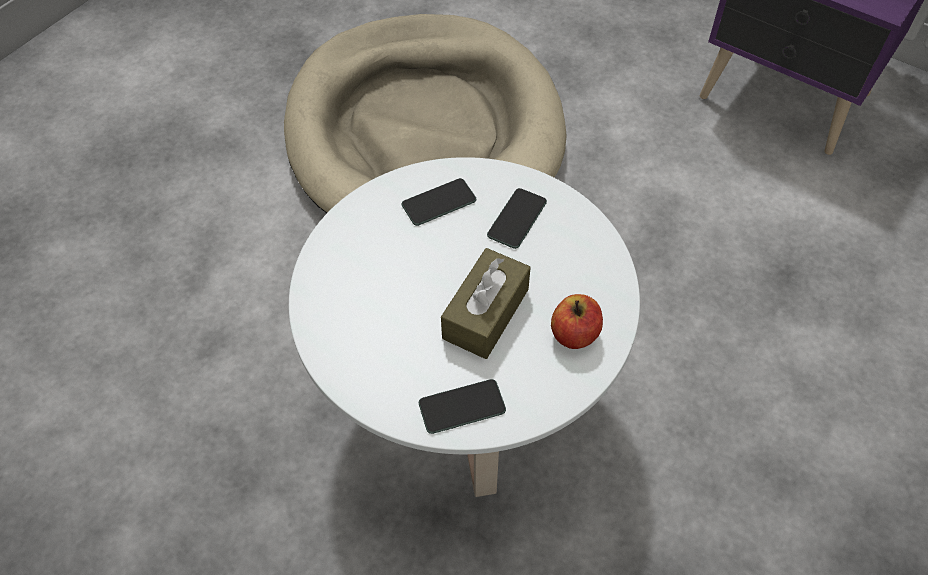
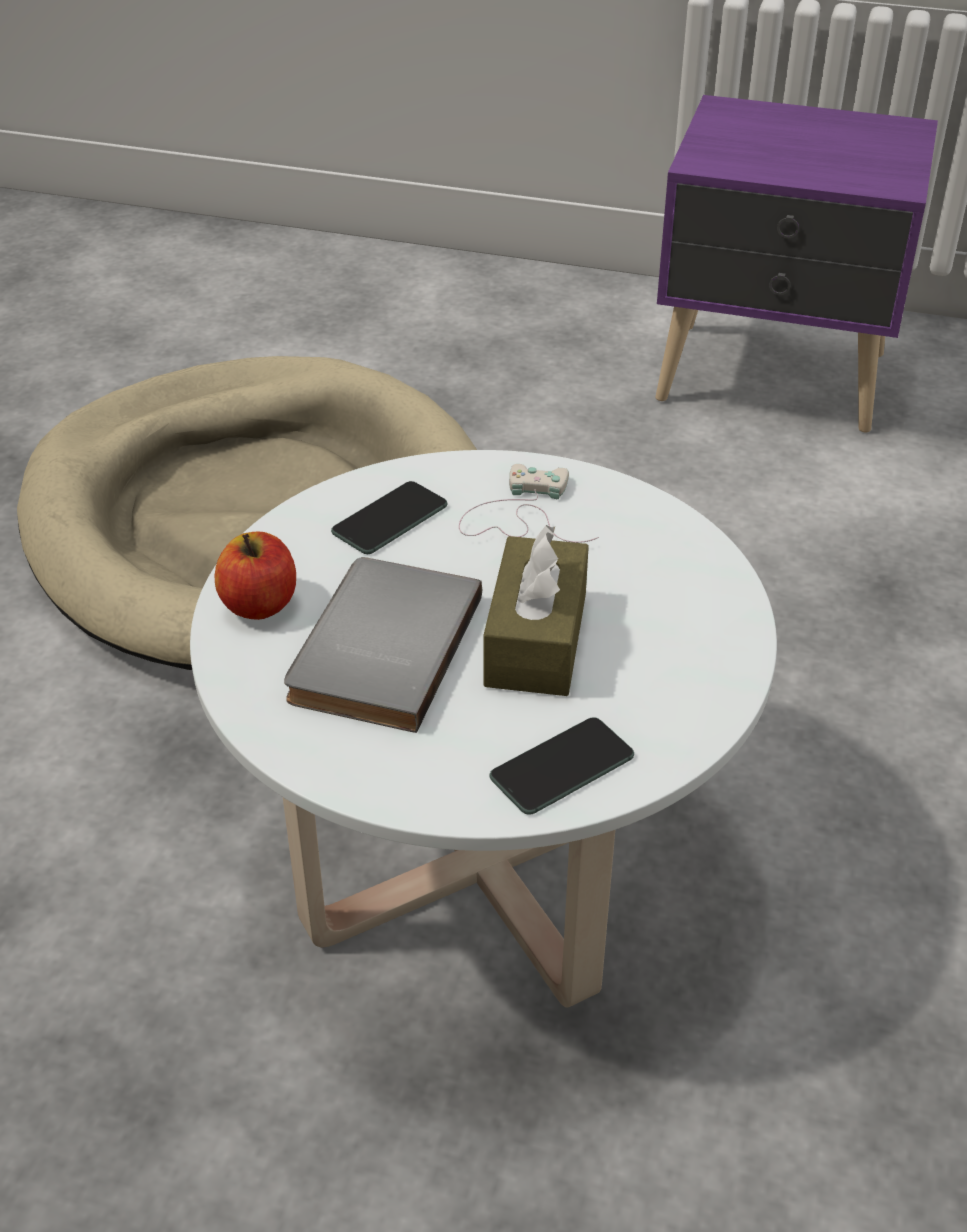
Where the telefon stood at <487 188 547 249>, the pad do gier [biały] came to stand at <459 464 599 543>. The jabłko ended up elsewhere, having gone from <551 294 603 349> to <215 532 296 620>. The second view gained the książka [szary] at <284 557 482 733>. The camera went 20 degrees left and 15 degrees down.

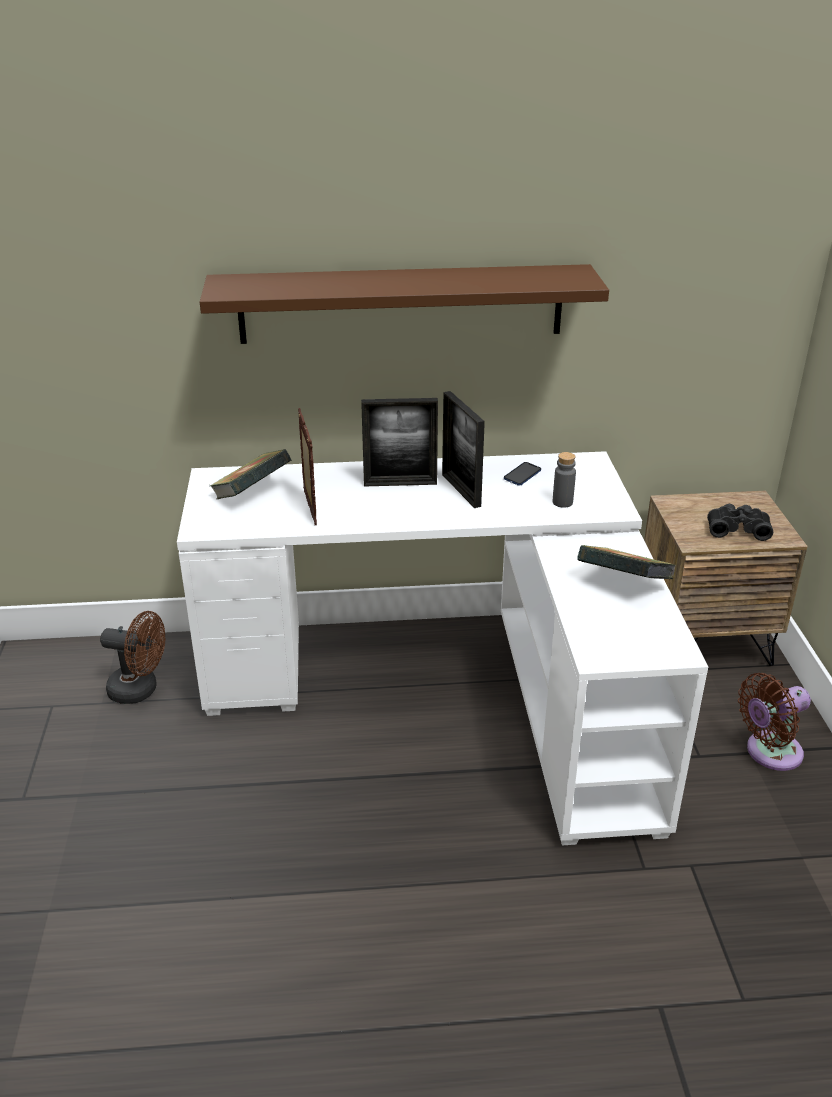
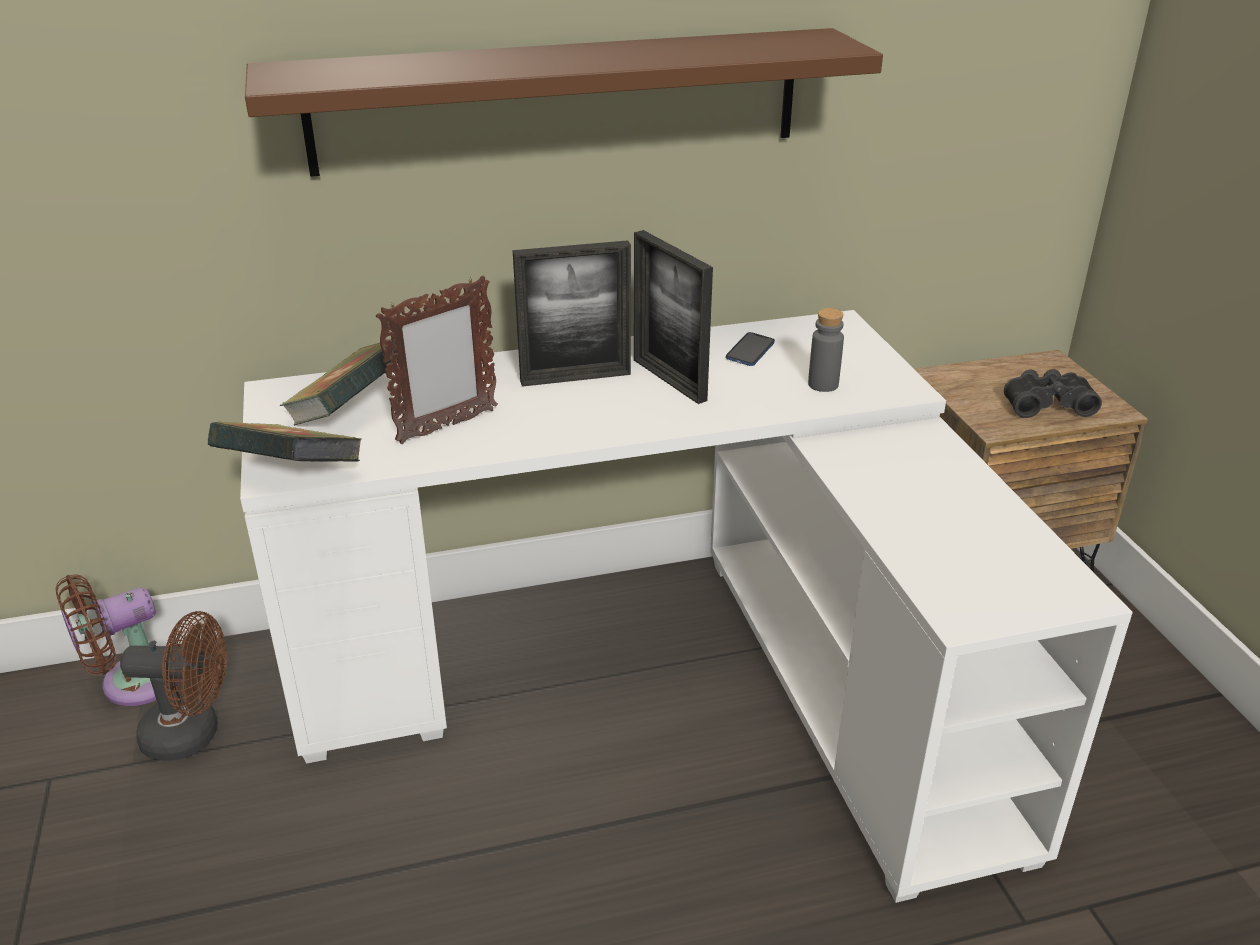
The ramka na zdjęcie at <298 408 317 525> ended up facing another way, 75 degrees clockwise from before. The książka ended up elsewhere, having gone from <577 545 676 579> to <208 421 362 462>. The wentylator [brązowy] ended up elsewhere, having gone from <738 673 811 771> to <55 574 180 706>. The camera went 10 degrees left and 0 degrees up.

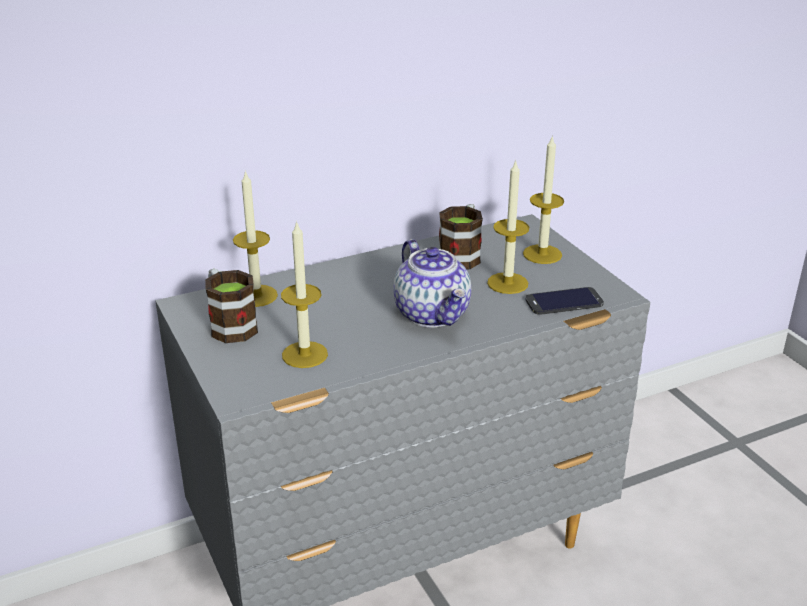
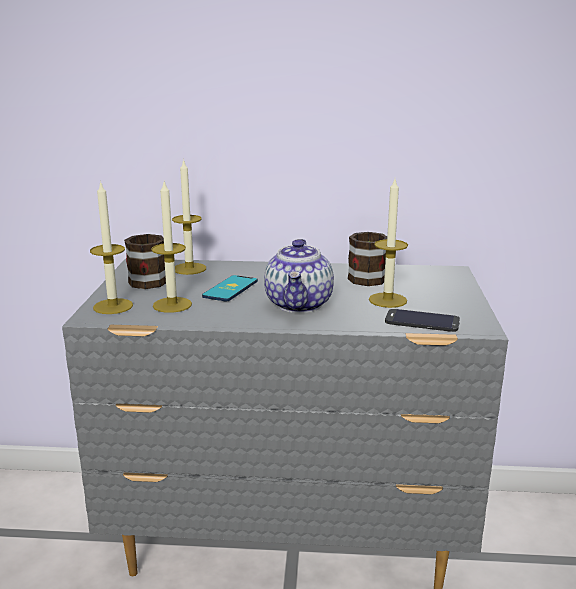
The świeca ended up elsewhere, having gone from <523 135 564 264> to <90 181 133 314>. The second view gained the telefon at <202 275 258 301>. The camera went 30 degrees right and 10 degrees down.

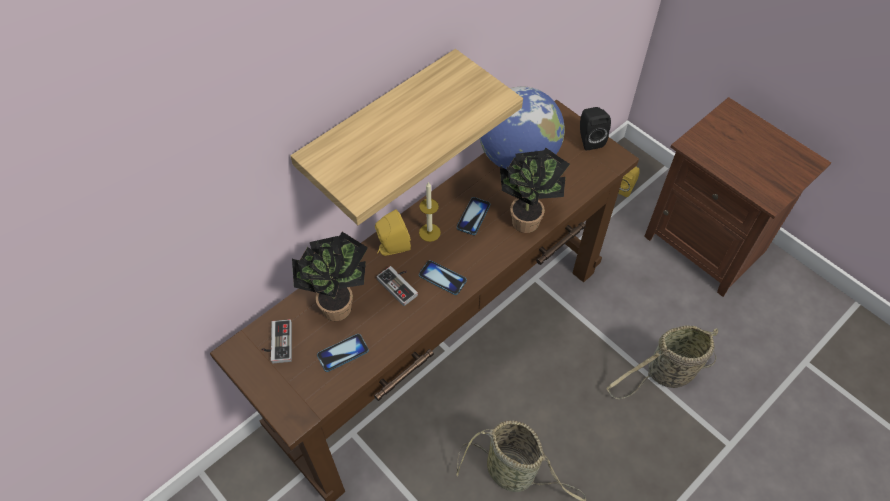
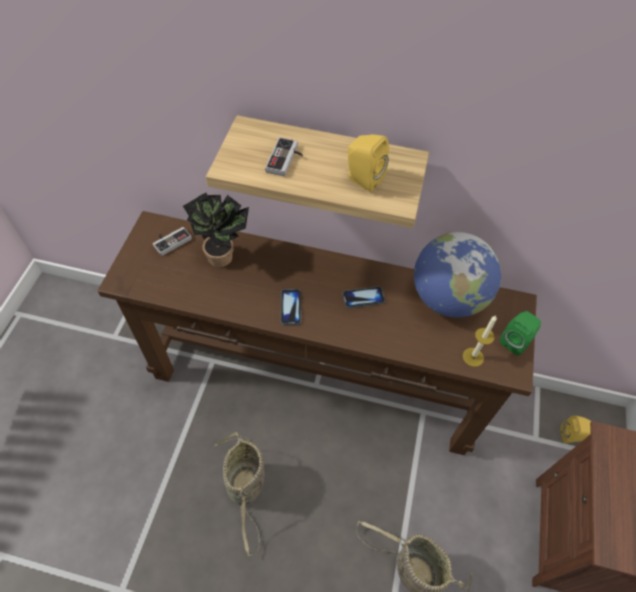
What was the głośnik [czarny] at <580 107 611 150> turned into the głośnik [zielony] at <500 311 541 355>. The second view lost the roślina doniczkowa at <500 148 570 233>. The świeca ended up elsewhere, having gone from <419 182 441 242> to <463 316 497 367>. The głośnik [żółty] ended up elsewhere, having gone from <375 209 411 256> to <346 134 389 192>. The pad do gier ended up elsewhere, having gone from <377 266 418 306> to <265 137 303 176>. The second view lost the telefon at <317 334 369 372>. The camera went 55 degrees right and 0 degrees up.

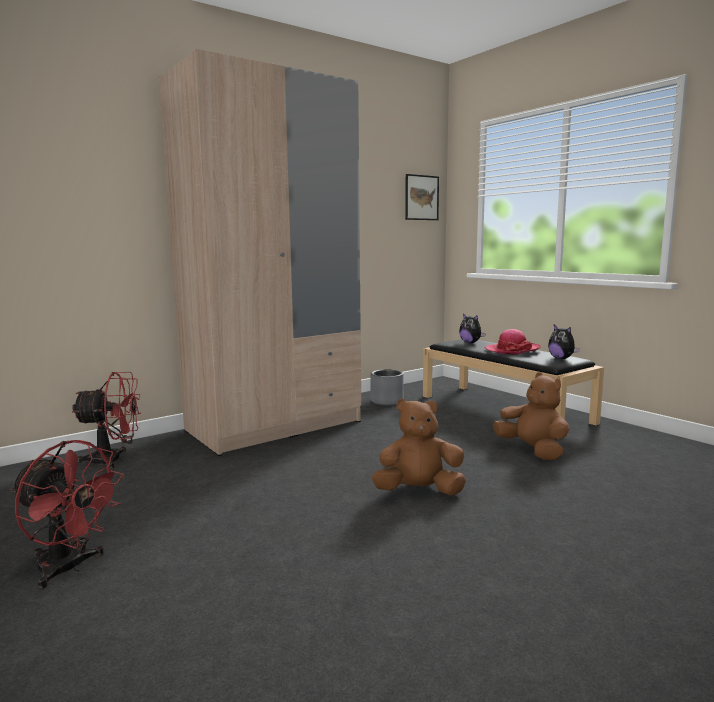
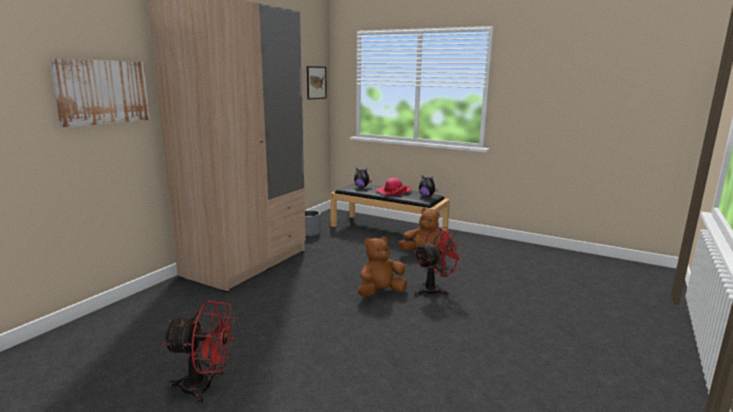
The wentylator [czerwony] ended up elsewhere, having gone from <72 372 141 469> to <414 227 465 296>. The second view gained the obraz at <49 59 150 127>. The camera went 25 degrees left and 5 degrees up.

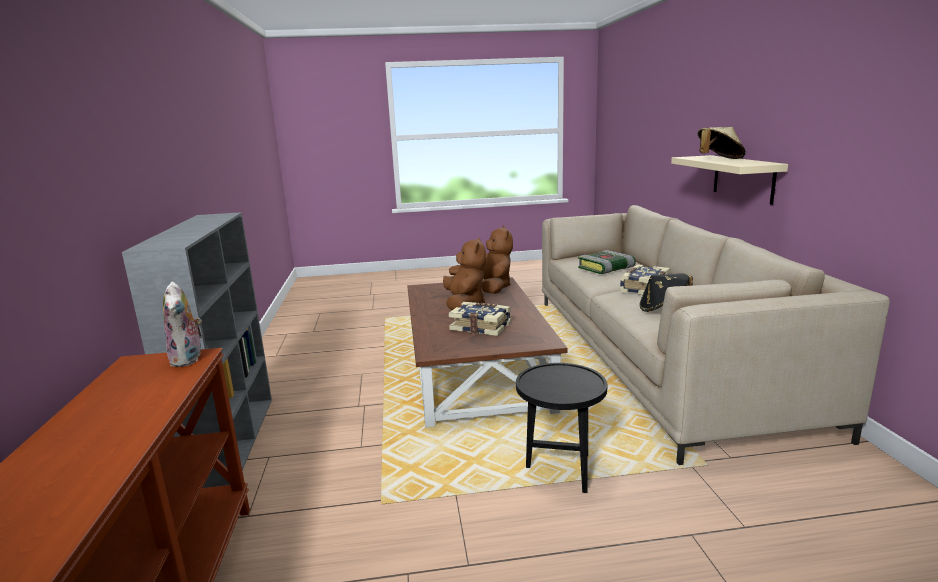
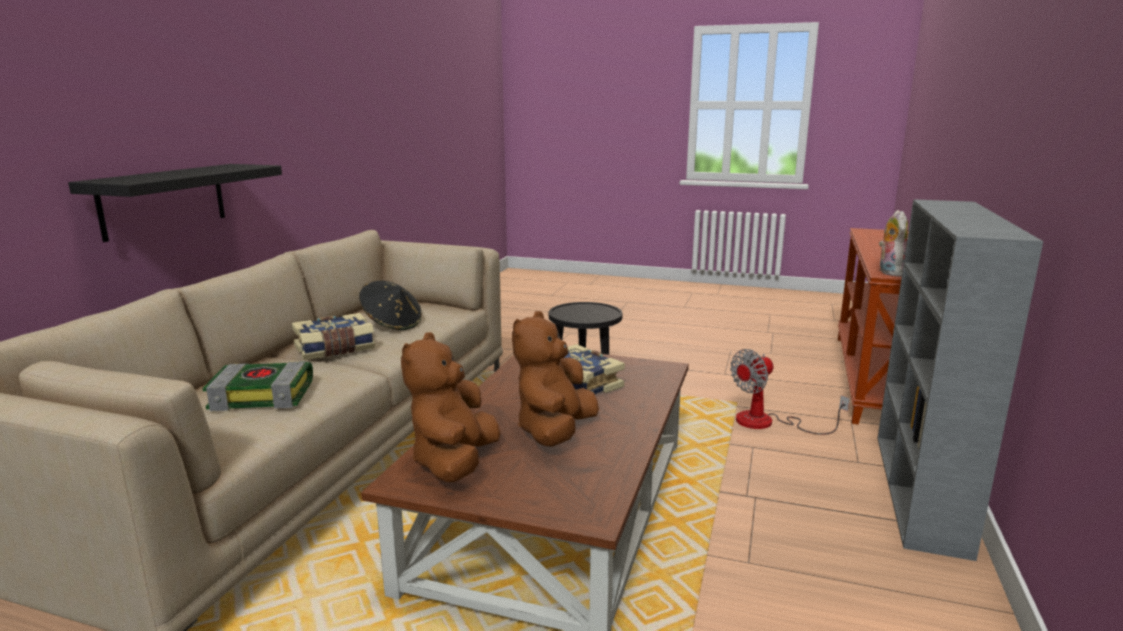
The second view lost the kapelusz [beżowy] at <698 127 746 159>. What was the półka [beżowy] at <671 155 788 205> turned into the półka [czarny] at <68 164 282 242>. The second view gained the wentylator at <730 349 850 435>. The camera went 155 degrees left and 0 degrees up.

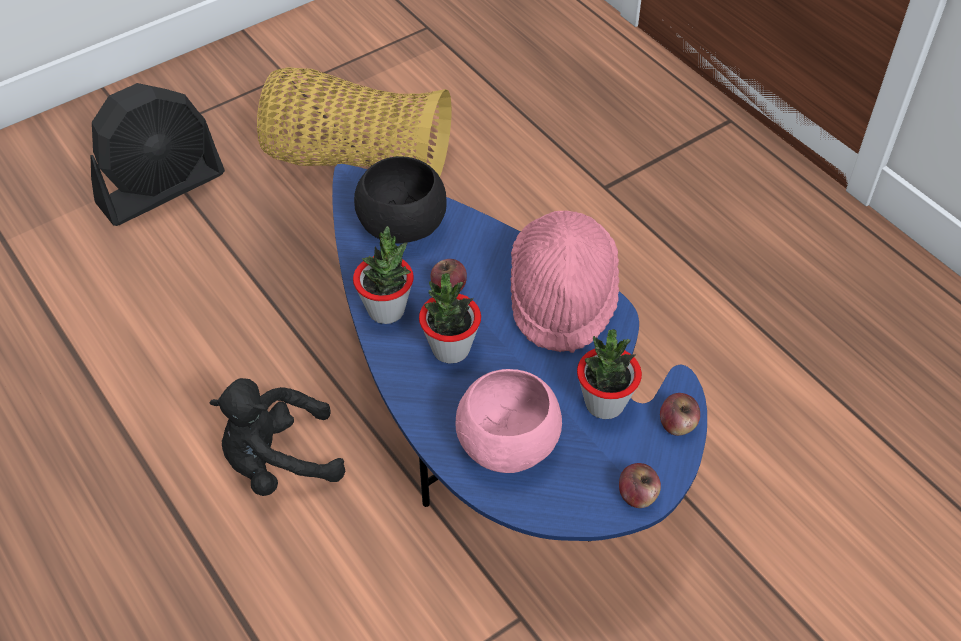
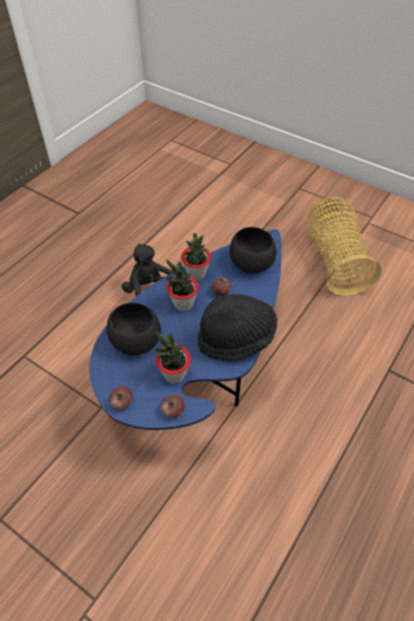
The second view lost the wentylator [czarny] at <91 83 225 226>. What was the kapelusz [różowy] at <511 211 619 353> turned into the kapelusz [czarny] at <197 294 277 361>. What was the miska [różowy] at <456 369 562 473> turned into the miska [czarny] at <107 303 161 356>. The camera went 70 degrees right and 0 degrees up.

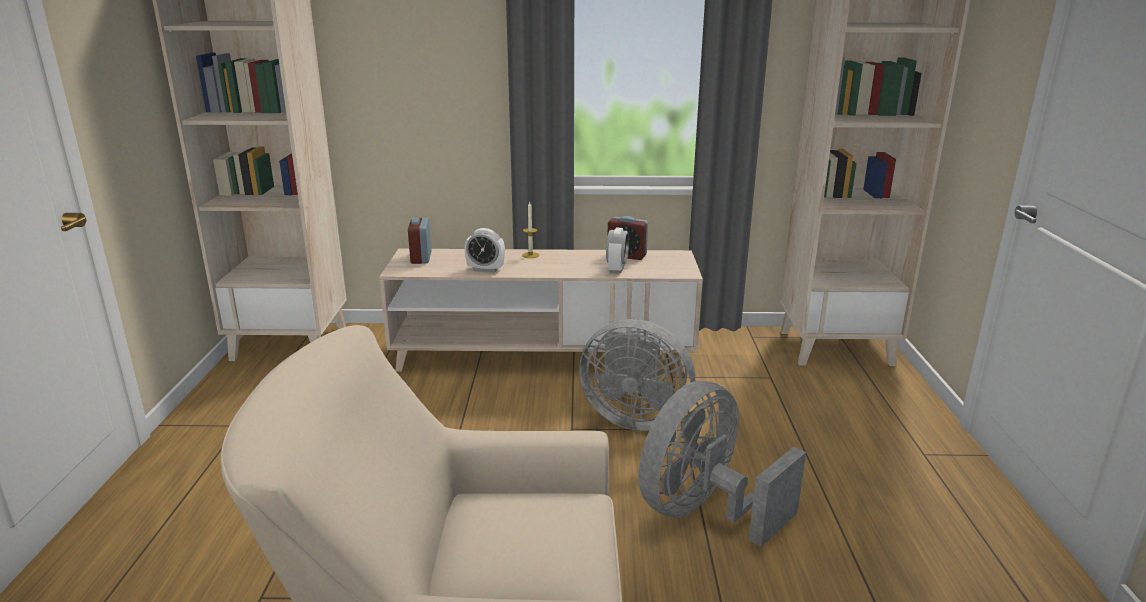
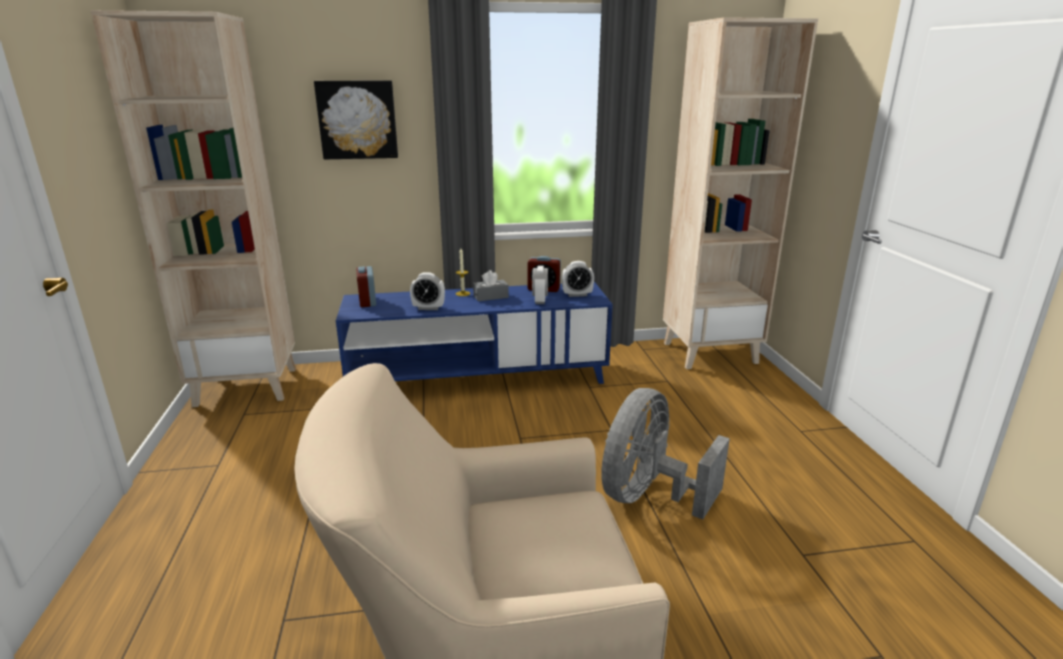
What was the szafka pod telewizor [beżowy] at <379 249 703 374> turned into the szafka pod telewizor [niebieski] at <336 282 613 384>. The second view lost the wentylator [szary] at <579 319 696 431>. The second view gained the obraz at <314 80 398 159>. The second view gained the budzik at <562 261 594 297>. The second view gained the pudełko chusteczek [szary] at <473 270 509 301>. The camera went 10 degrees left and 0 degrees up.

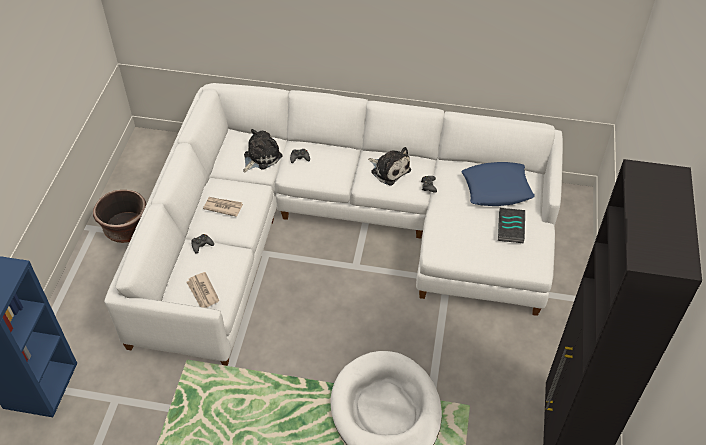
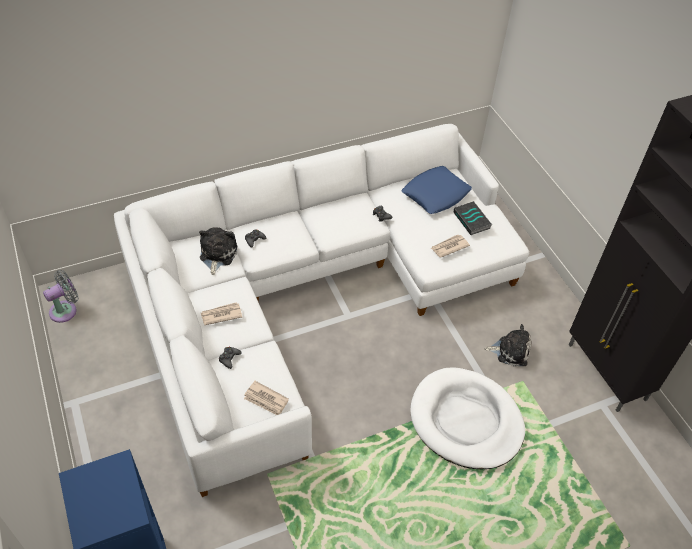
The pluszak ended up elsewhere, having gone from <368 147 411 186> to <485 324 531 367>. The second view lost the donica [brązowy] at <93 190 146 243>. The second view gained the gazeta at <431 235 470 257>. The second view gained the wentylator [szary] at <43 270 79 323>. The camera went 35 degrees left and 0 degrees up.

